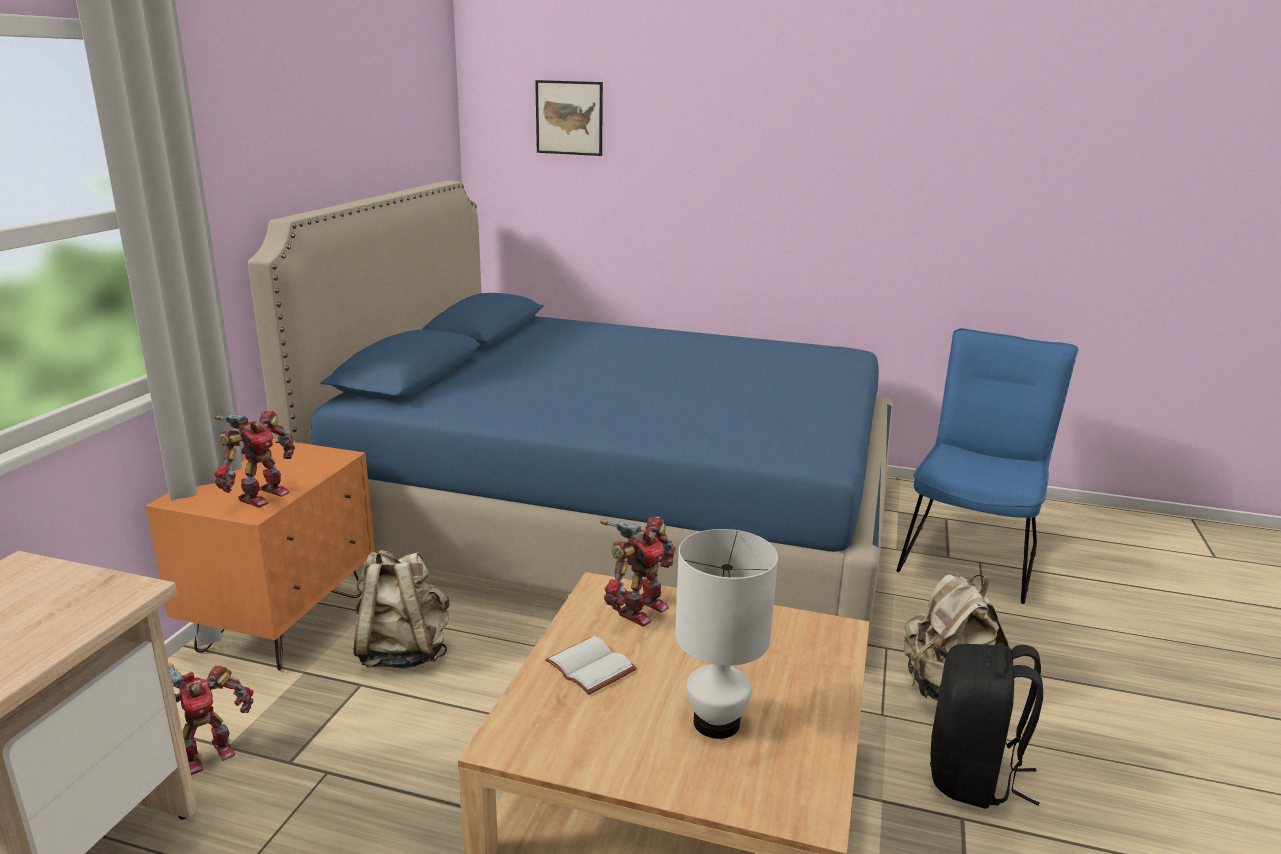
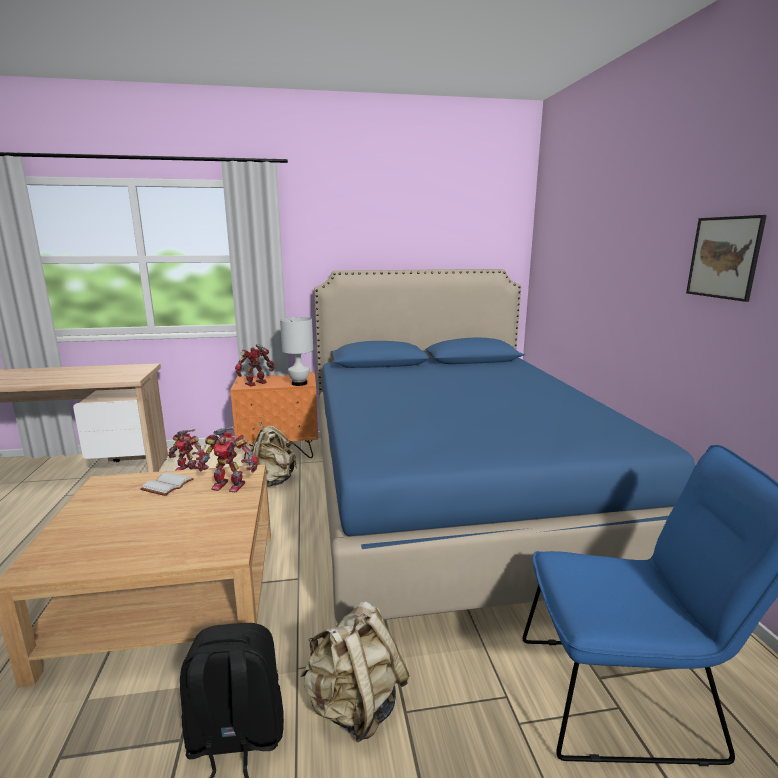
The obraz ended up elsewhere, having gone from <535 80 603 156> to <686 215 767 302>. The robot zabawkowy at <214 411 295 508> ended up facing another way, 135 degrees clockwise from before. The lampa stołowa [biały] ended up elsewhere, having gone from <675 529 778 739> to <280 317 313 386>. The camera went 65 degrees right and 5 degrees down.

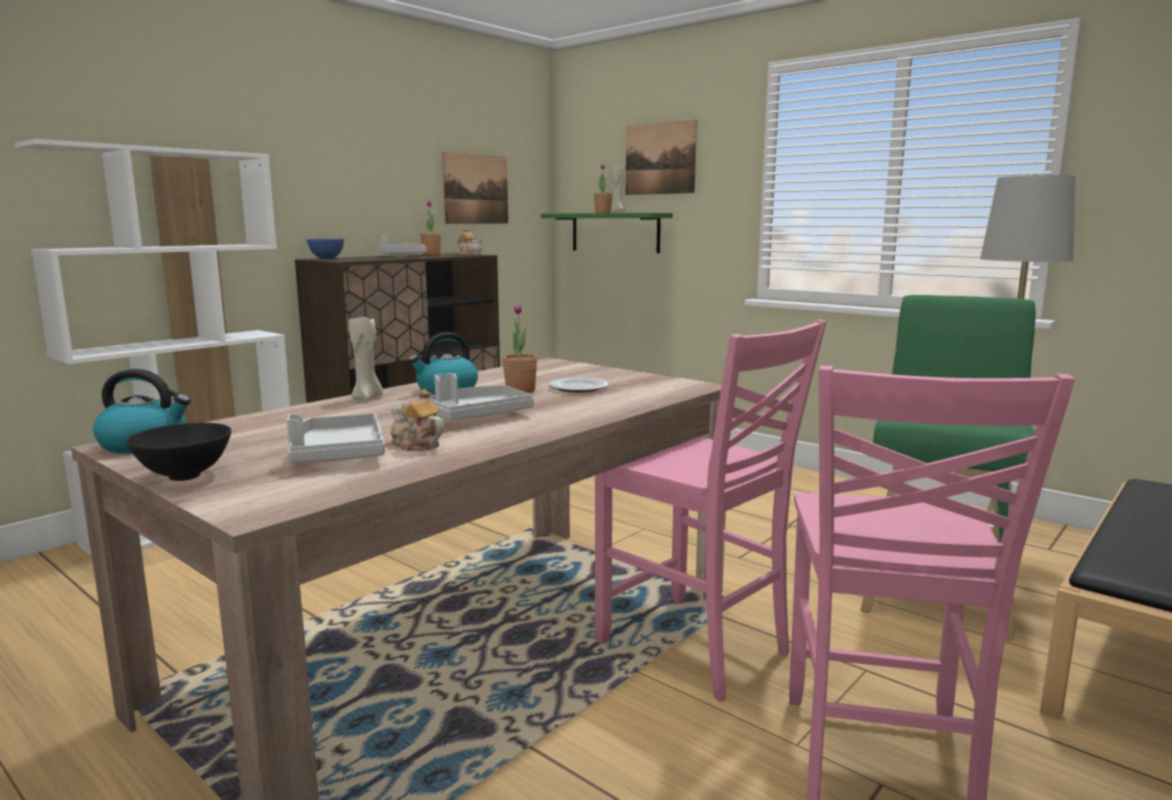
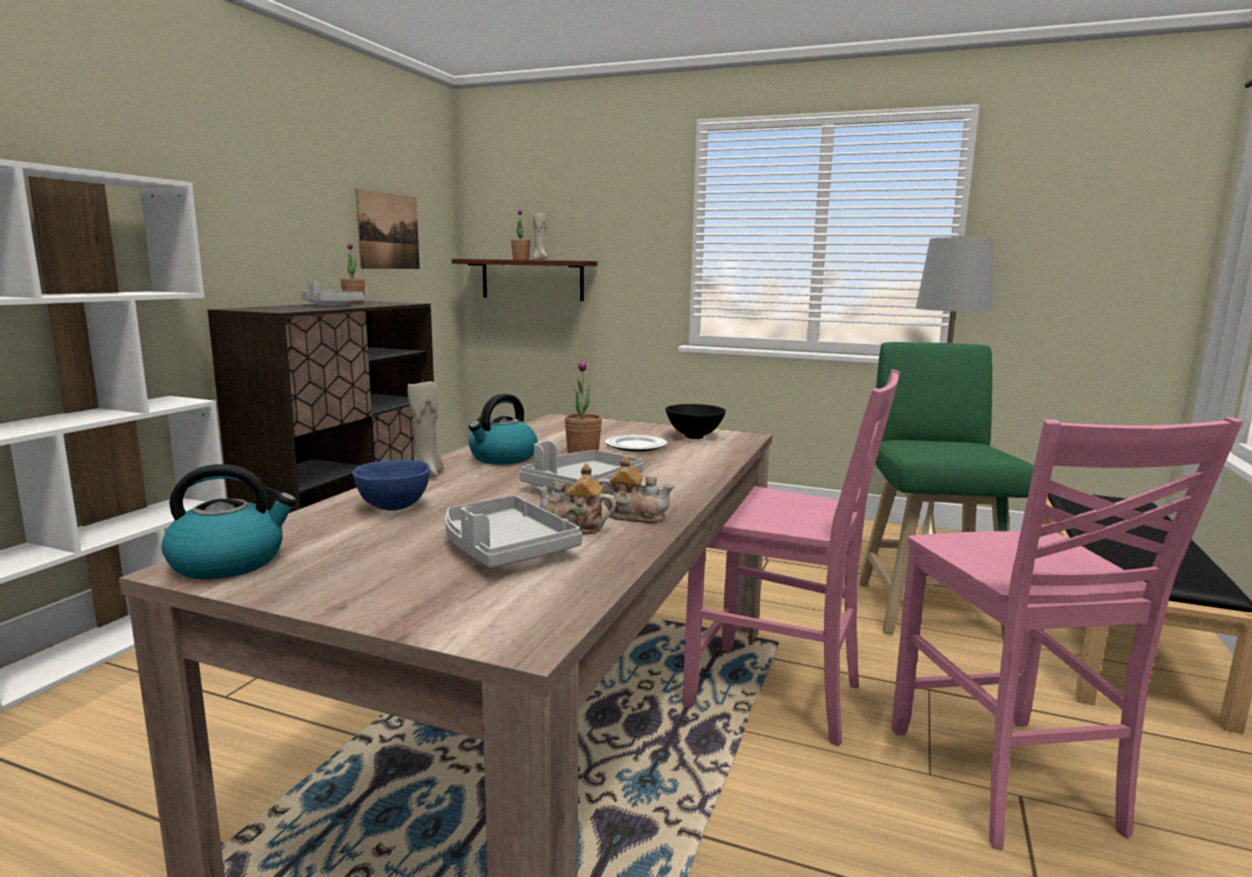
The second view lost the obraz at <626 119 697 195>. What was the półka [zielony] at <541 213 673 253> turned into the półka [brązowy] at <452 259 597 301>. The imbryk ended up elsewhere, having gone from <457 228 482 255> to <598 456 674 523>. The miska [niebieski] ended up elsewhere, having gone from <307 238 344 259> to <353 460 430 511>. The miska [czarny] ended up elsewhere, having gone from <126 423 231 481> to <665 404 726 439>. The camera went 20 degrees left and 0 degrees up.

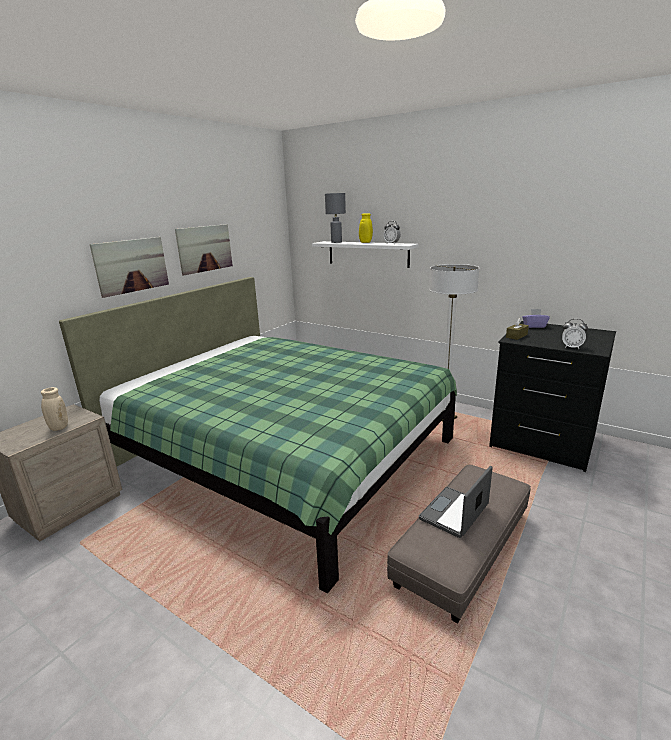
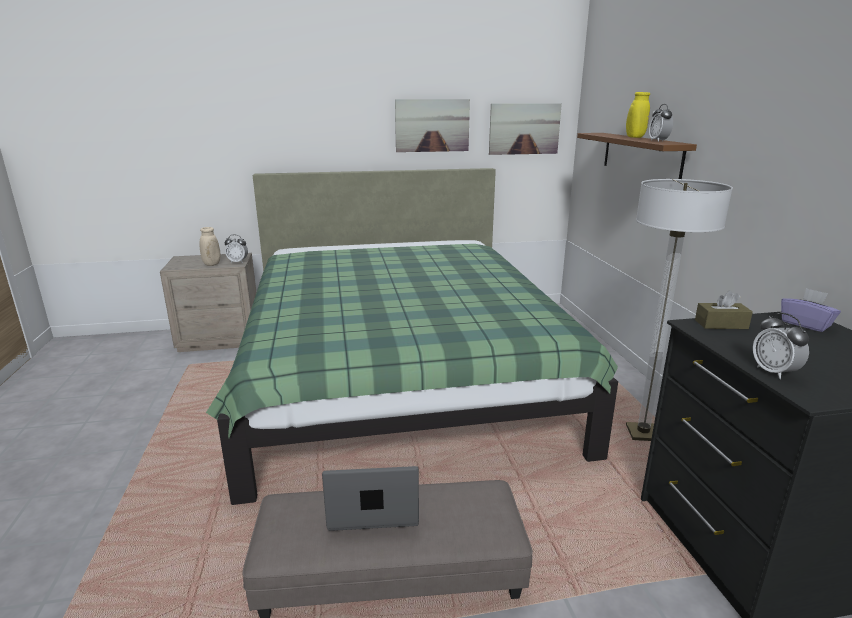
The second view lost the lampa stołowa [szary] at <325 193 346 243>. The obraz ended up elsewhere, having gone from <90 237 169 298> to <489 103 562 155>. What was the półka [biały] at <312 241 418 268> turned into the półka [brązowy] at <577 133 697 179>. The second view gained the budzik at <225 235 248 263>. The camera went 45 degrees right and 0 degrees up.

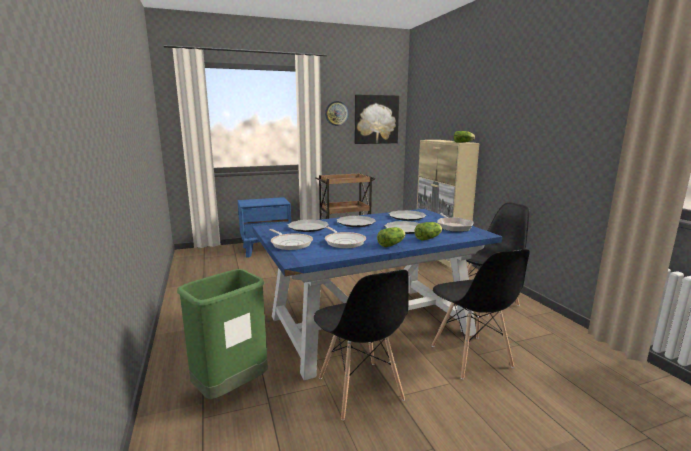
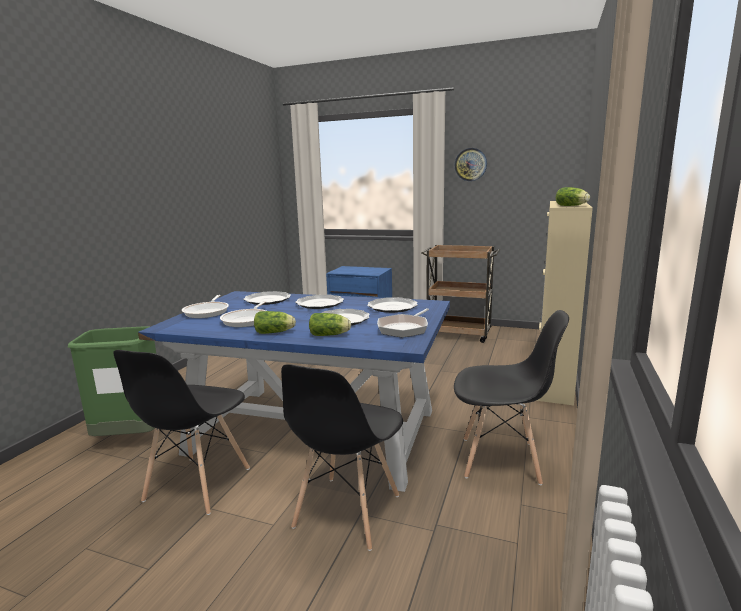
The second view lost the obraz at <354 95 399 144>. The camera went 40 degrees right and 0 degrees up.

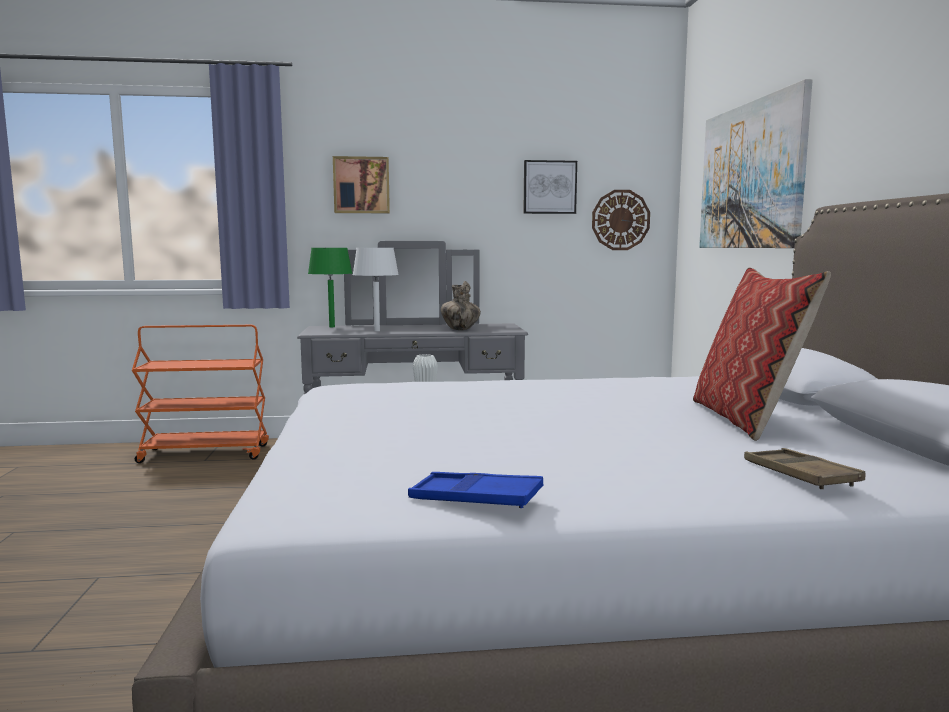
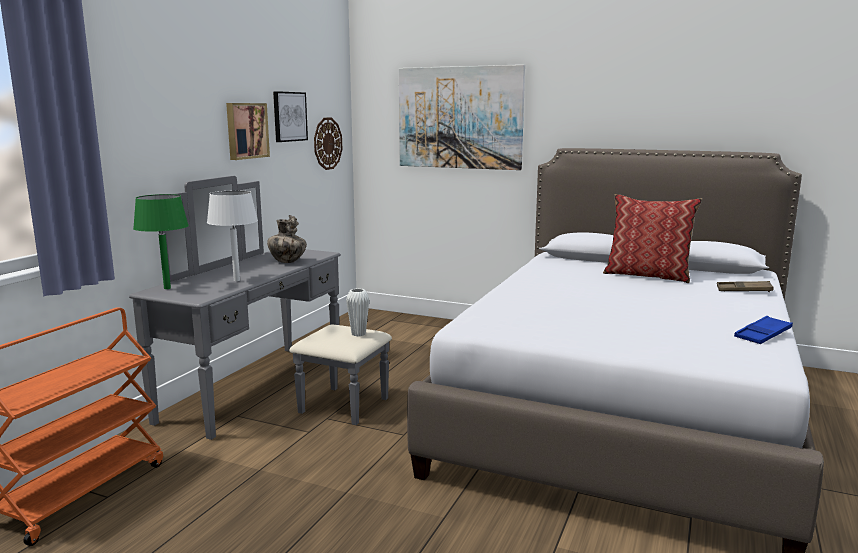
The obraz ended up elsewhere, having gone from <333 156 390 213> to <226 103 270 160>. The camera went 60 degrees left and 5 degrees up.

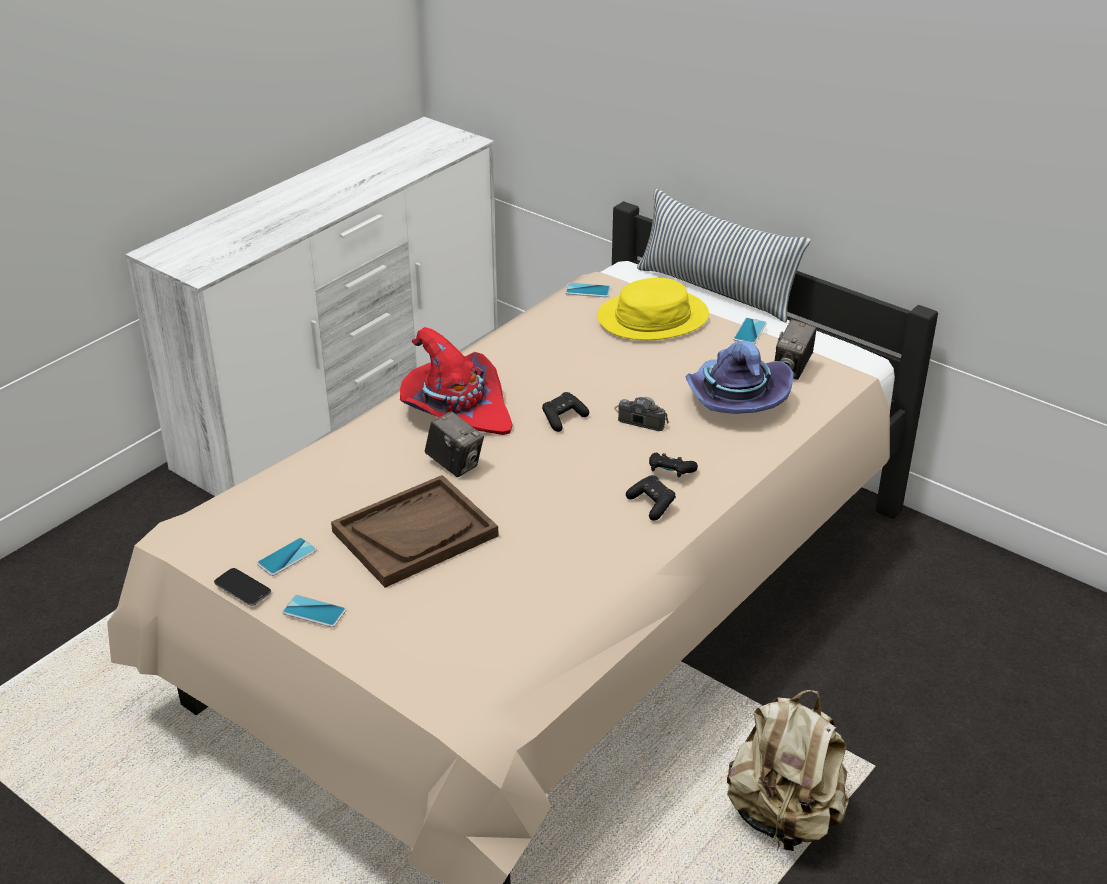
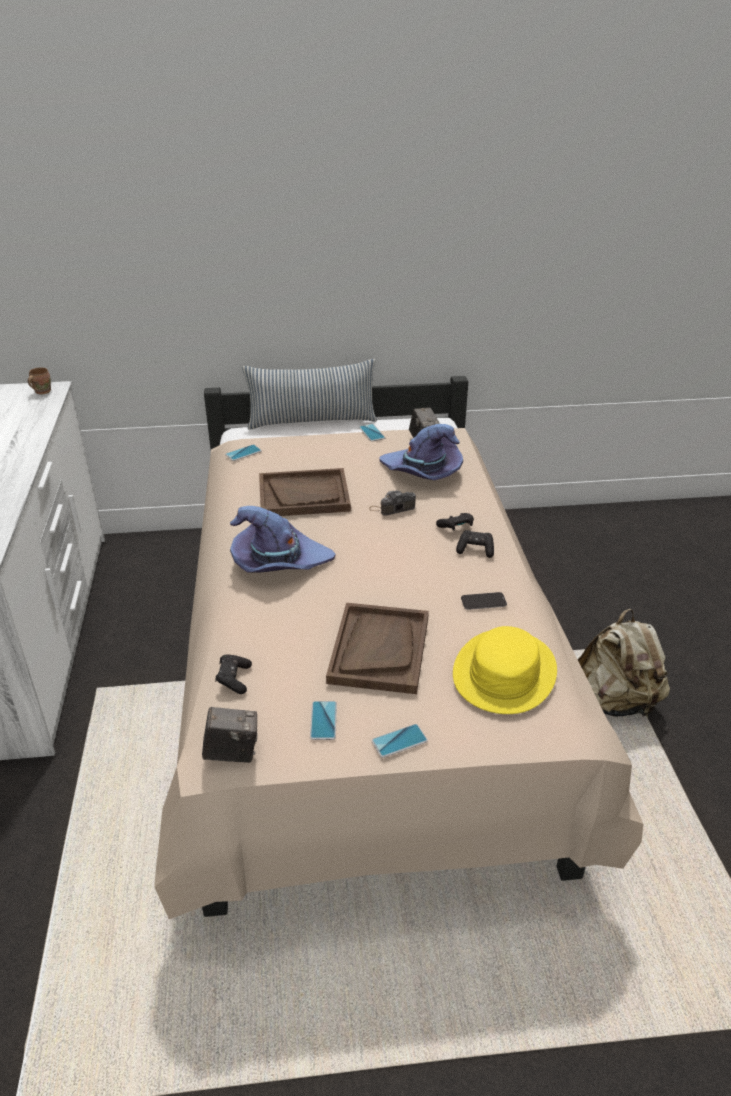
The kapelusz [żółty] ended up elsewhere, having gone from <597 278 709 340> to <453 626 557 714>. What was the kapelusz [czerwony] at <400 327 513 435> turned into the kapelusz [fioletowy] at <230 506 336 573>. The pad do gier [czarny] ended up elsewhere, having gone from <542 392 589 432> to <215 654 252 694>. The aparat fotograficzny ended up elsewhere, having gone from <425 411 484 477> to <202 707 258 763>. The telefon ended up elsewhere, having gone from <214 568 271 606> to <461 592 507 610>. The second view gained the kubek [brązowy] at <28 368 51 394>. The second view gained the taca [brązowy] at <259 468 351 516>. The camera went 45 degrees left and 0 degrees up.

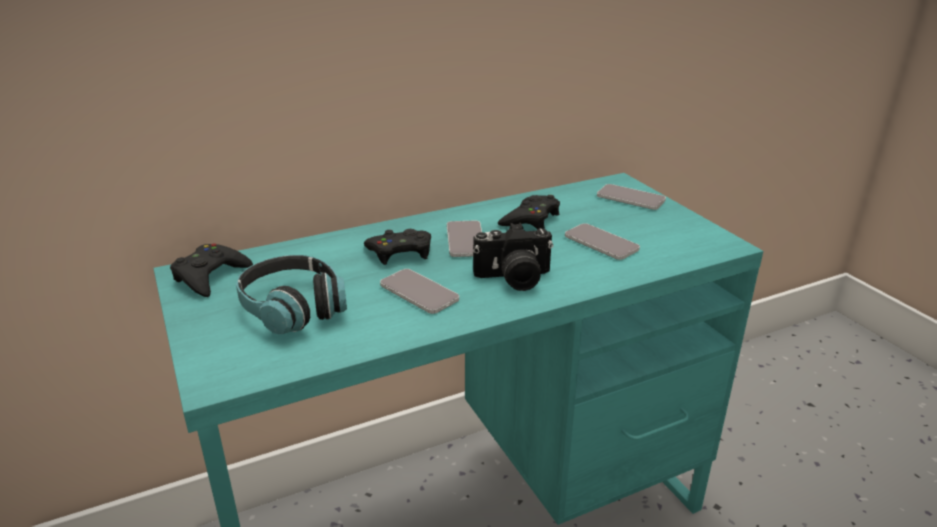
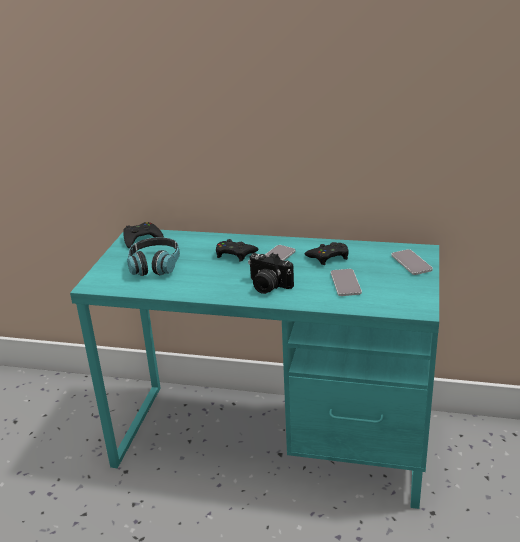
The second view lost the telefon at <380 269 459 314>. The camera went 40 degrees right and 0 degrees up.

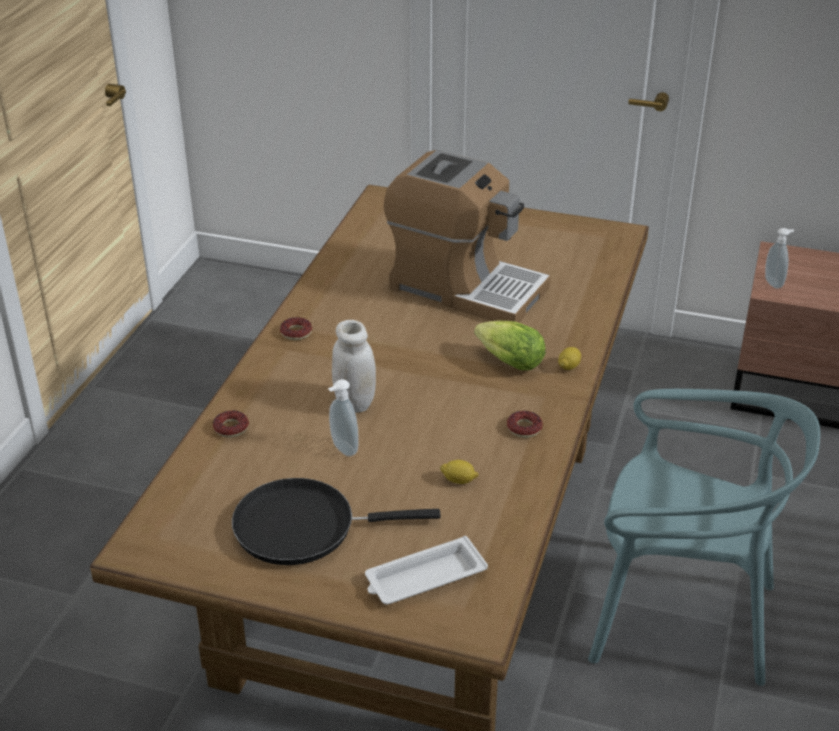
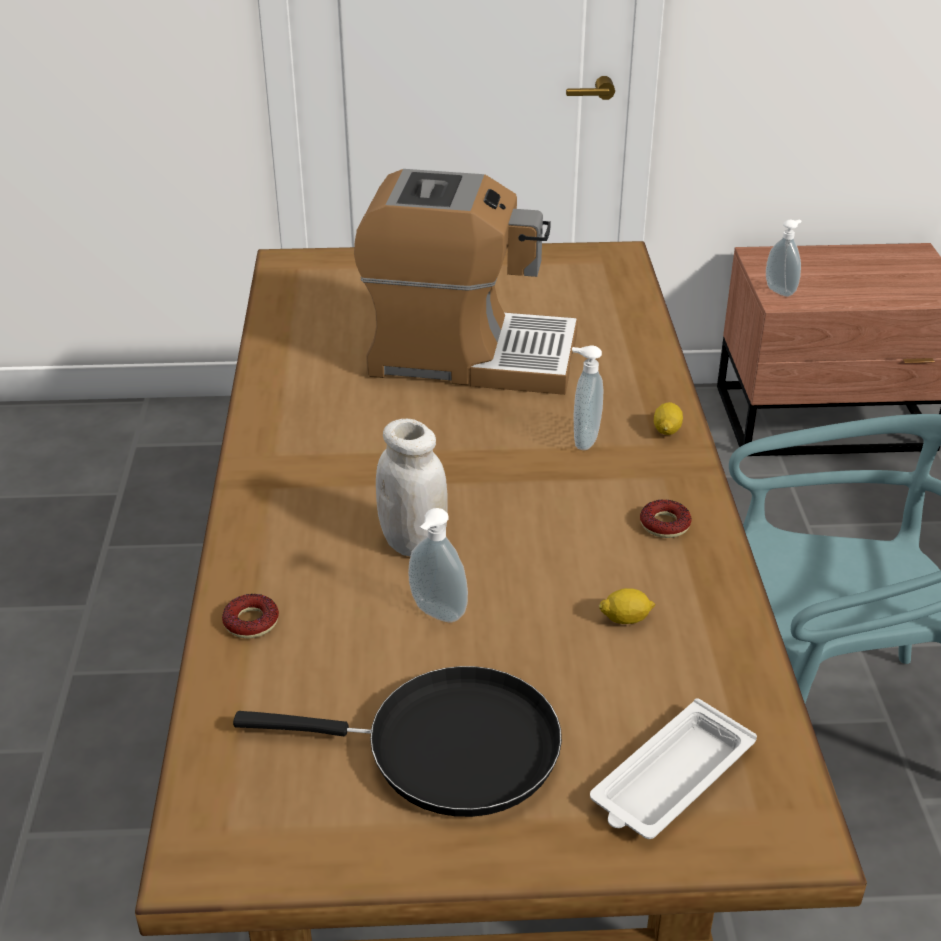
The second view lost the donut at <280 317 312 340>. Where the sałata stood at <474 321 545 370>, the dozownik mydła came to stand at <572 345 603 450>. The patelnia [czarny] at <232 478 441 565> ended up facing another way, 150 degrees counterclockwise from before. The camera went 20 degrees left and 0 degrees up.

